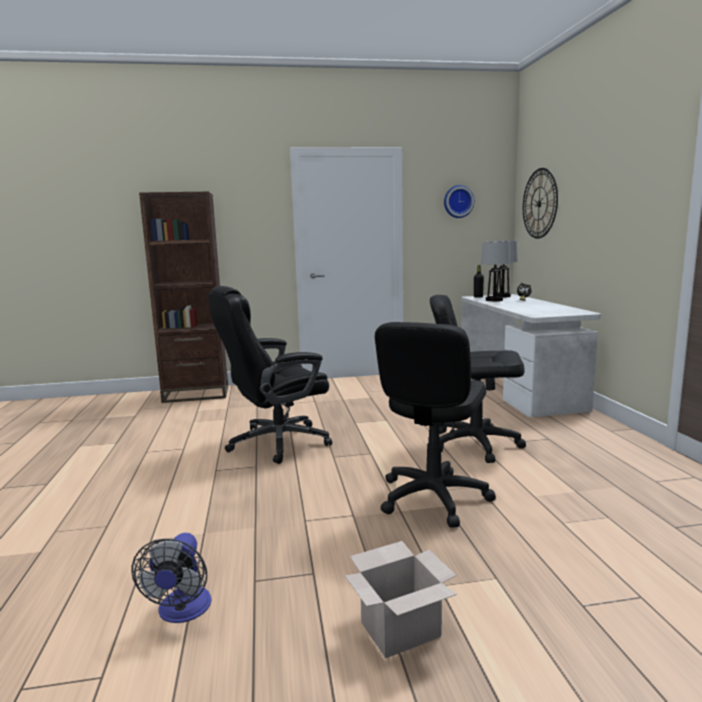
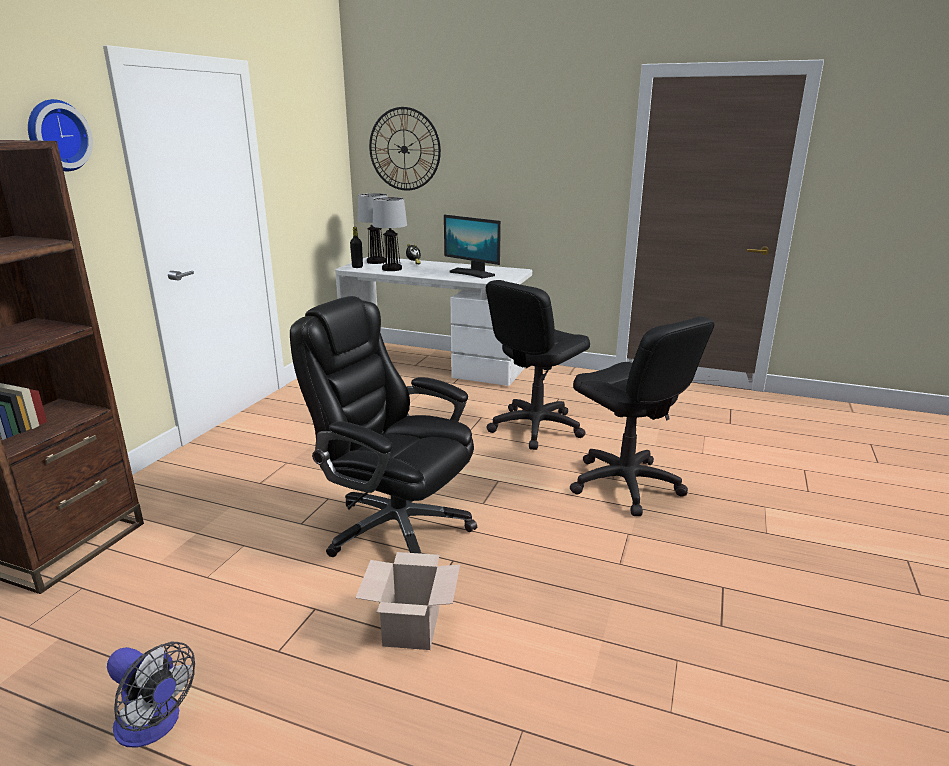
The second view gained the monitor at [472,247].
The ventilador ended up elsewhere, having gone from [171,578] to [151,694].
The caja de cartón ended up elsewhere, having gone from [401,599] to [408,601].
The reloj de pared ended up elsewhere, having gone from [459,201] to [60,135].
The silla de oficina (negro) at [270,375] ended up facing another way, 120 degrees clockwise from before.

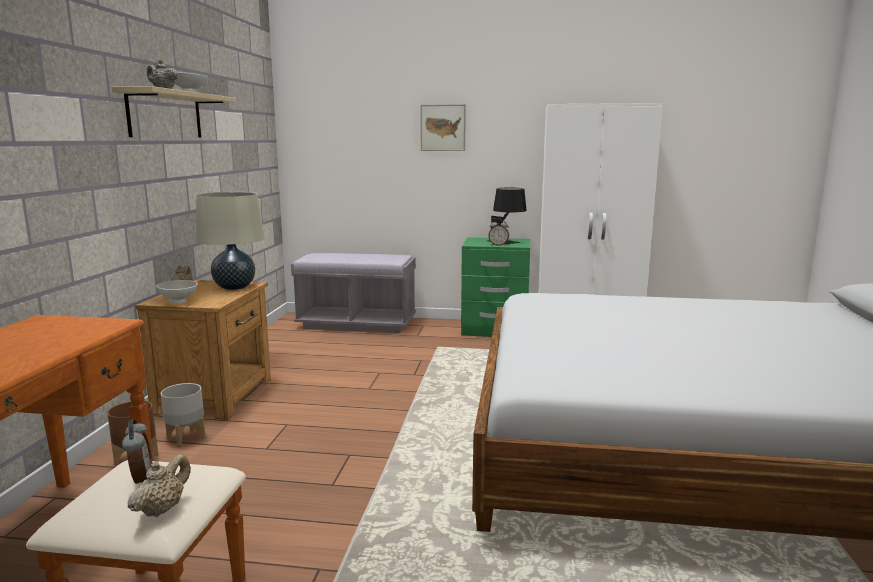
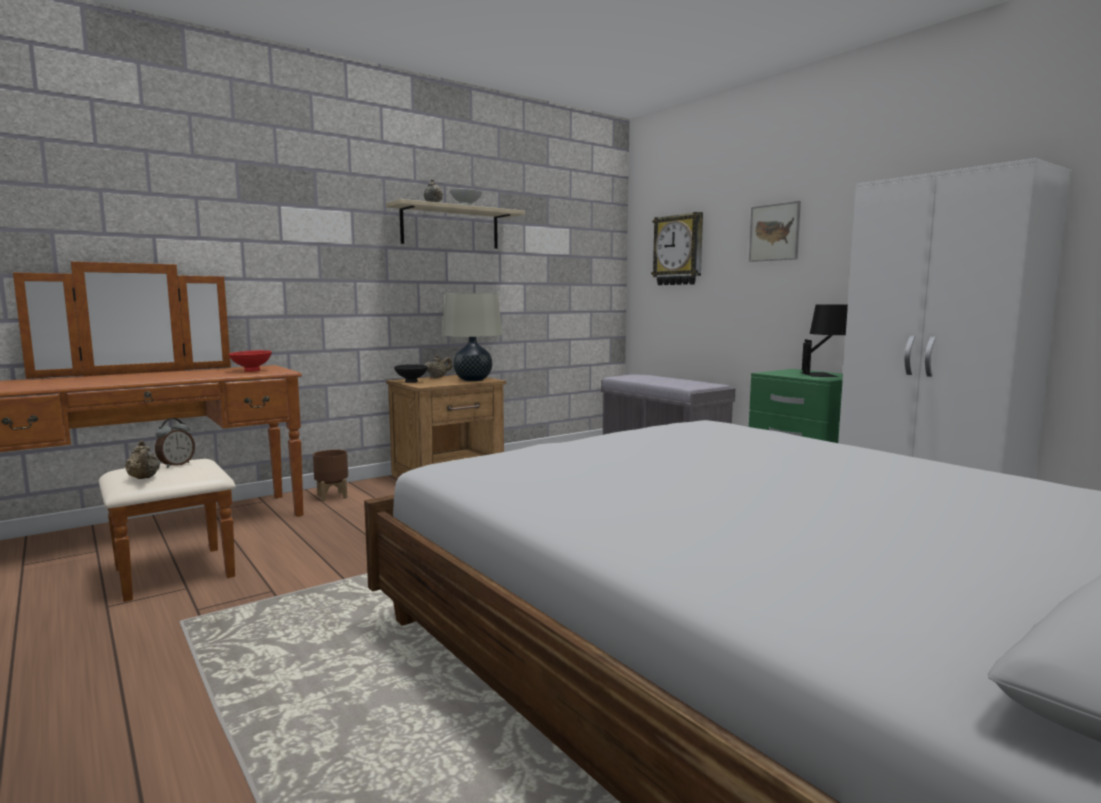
The second view lost the maceta (gris) at [183,415].
The second view lost the despertador at [498,232].
The second view gained the cuenco (rojo) at [250,361].
The second view gained the reloj de pared at [677,248].
What was the cuenco (blanco) at [177,292] turned into the cuenco (negro) at [411,373].
The tetera (beis) at [159,485] ended up facing another way, 75 degrees clockwise from before.

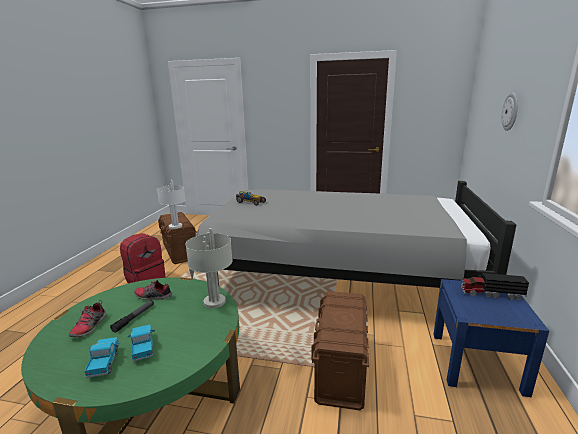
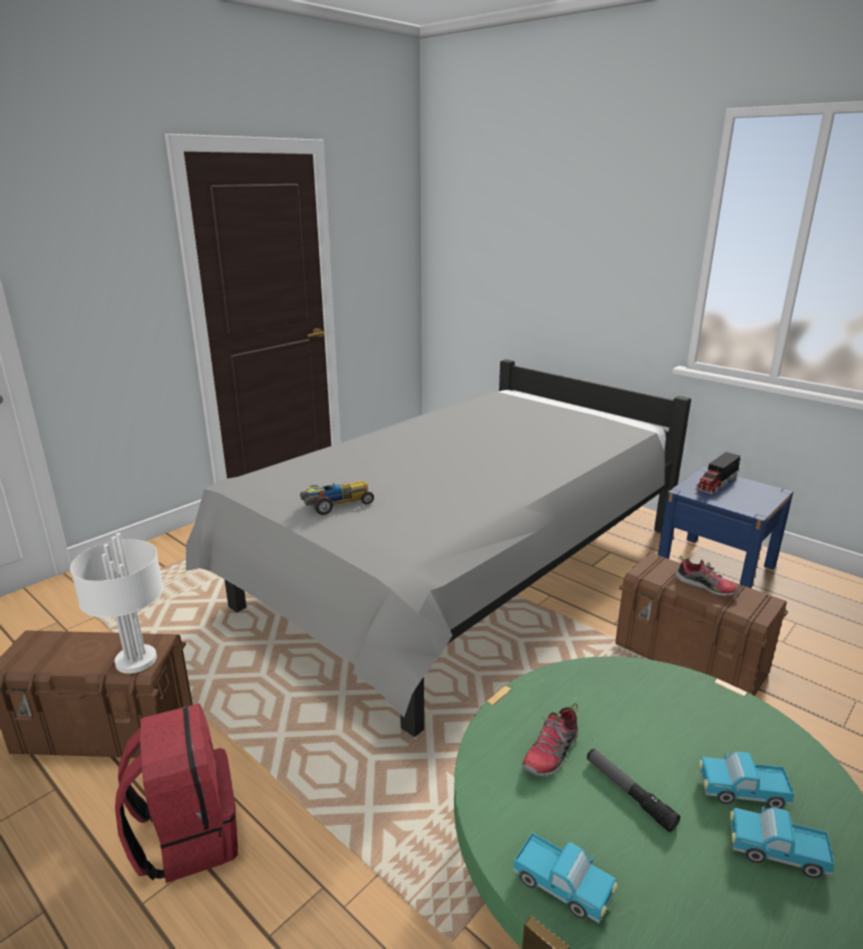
The second view lost the lámpara de mesa (gris) at [209,268].
The second view lost the reloj de pared at [510,112].
The second view gained the camión de juguete at [565,877].
The zapato ended up elsewhere, having gone from [87,318] to [707,575].

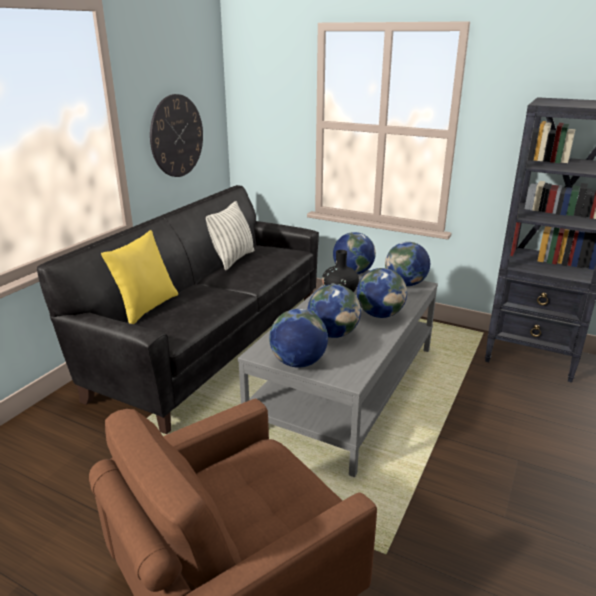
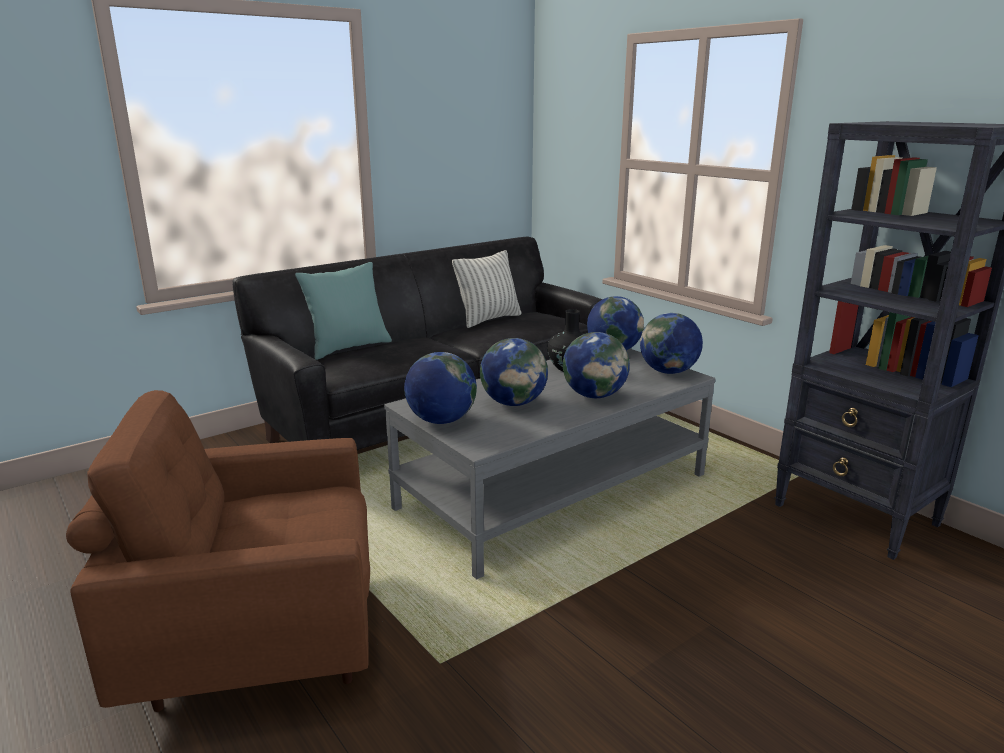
The second view lost the reloj de pared at [176,135].
What was the cojín (amarillo) at [139,277] turned into the cojín (turquesa) at [343,311].

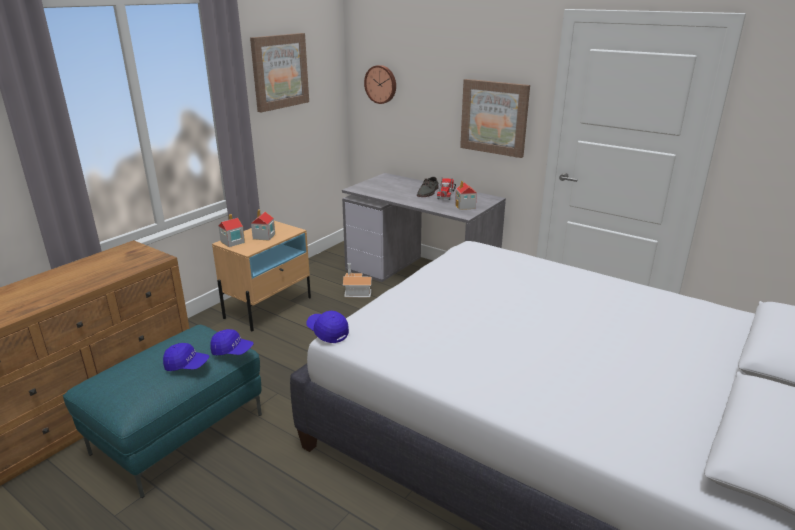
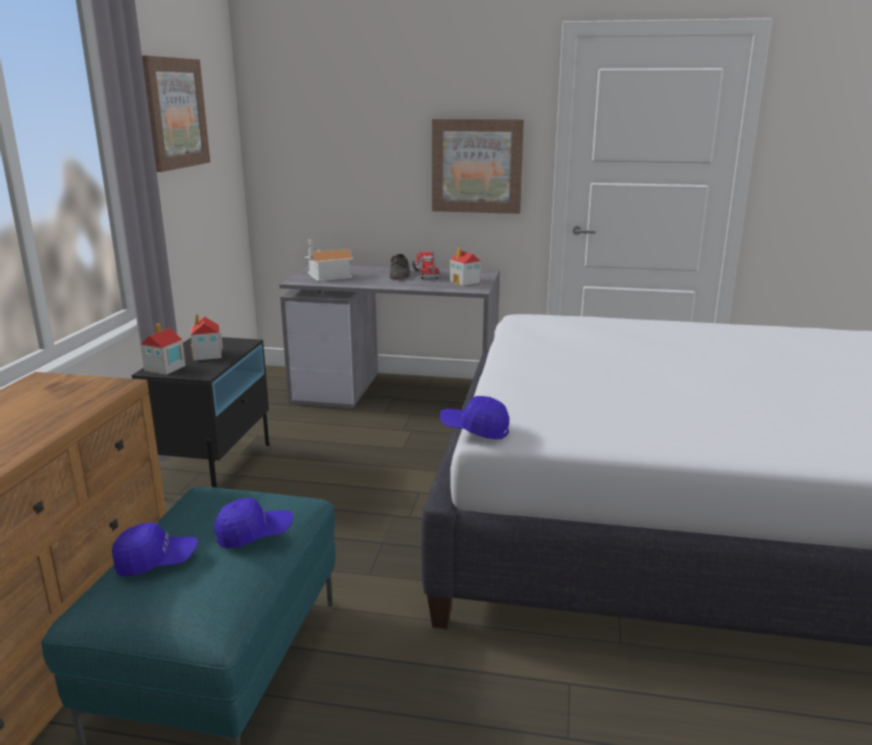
The second view lost the reloj de pared at [380,84].
The gorra (azul) ended up elsewhere, having gone from [232,342] to [155,549].
The casita ended up elsewhere, having gone from [357,280] to [329,260].
What was the mesita de noche (beis) at [261,276] turned into the mesita de noche (negro) at [200,412].

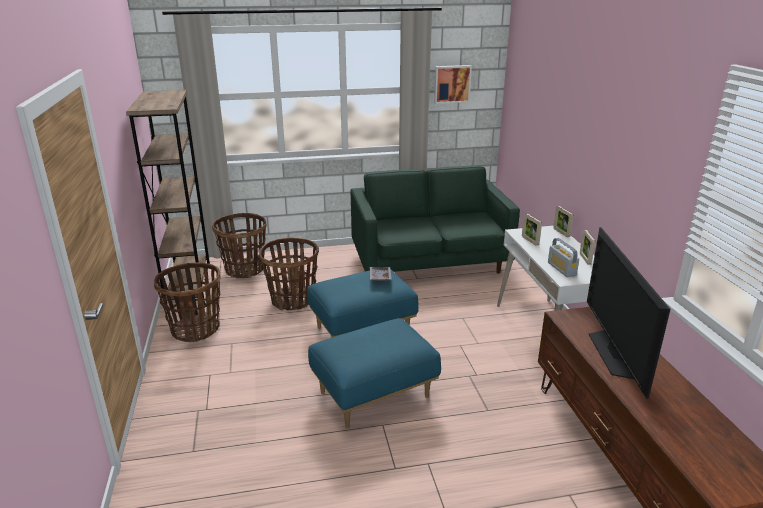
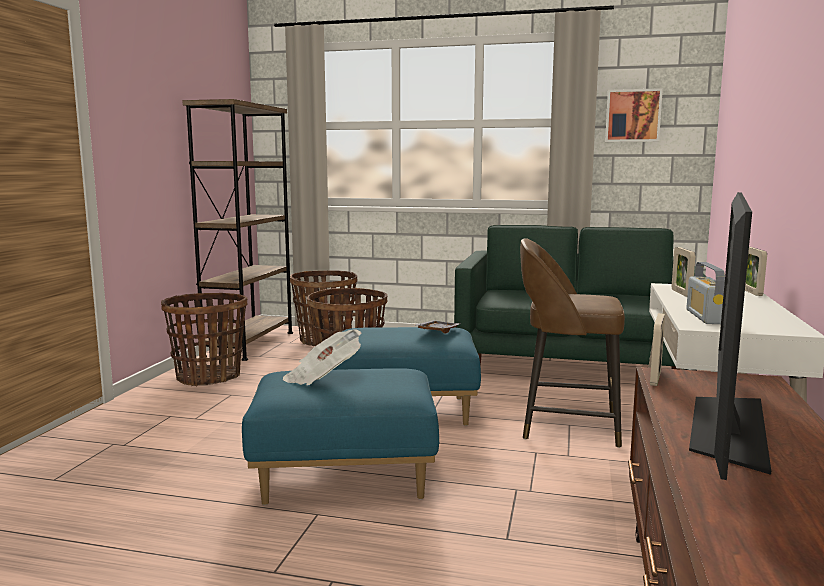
The second view gained the periódico at [322,357].
The second view gained the taburete (marrón) at [572,343].
The portarretratos ended up elsewhere, having gone from [587,247] to [657,349].

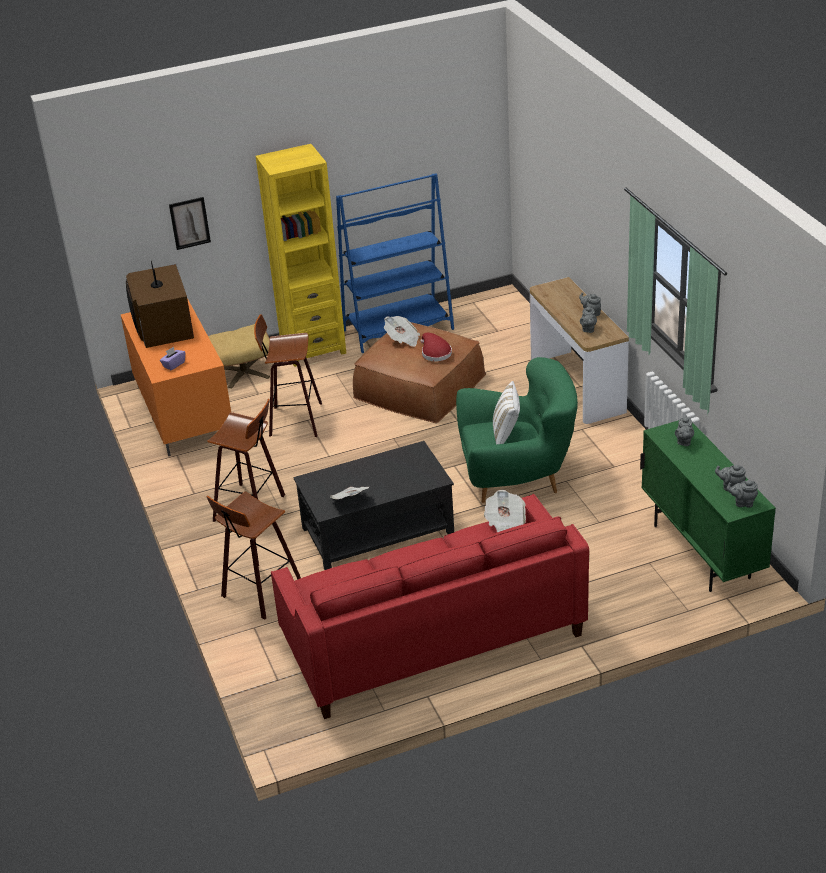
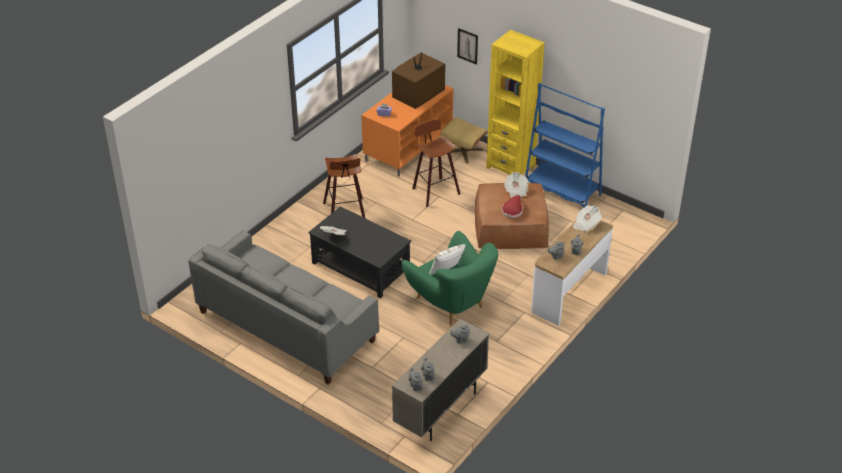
The second view lost the taburete at [253,556].
The periódico ended up elsewhere, having gone from [505,511] to [587,219].
What was the sofá (rojo) at [430,606] turned into the sofá (gris) at [283,307].
What was the armario (verde) at [708,506] turned into the armario (beis) at [440,380].

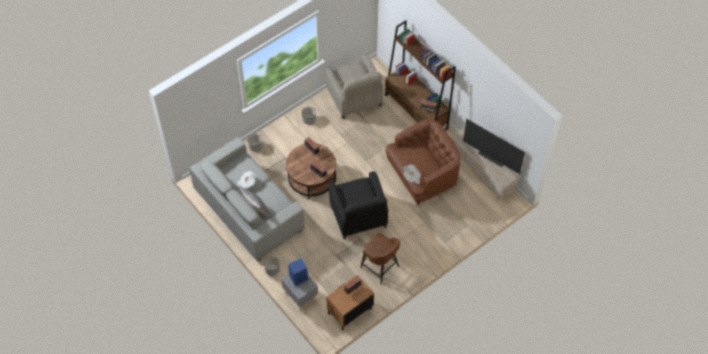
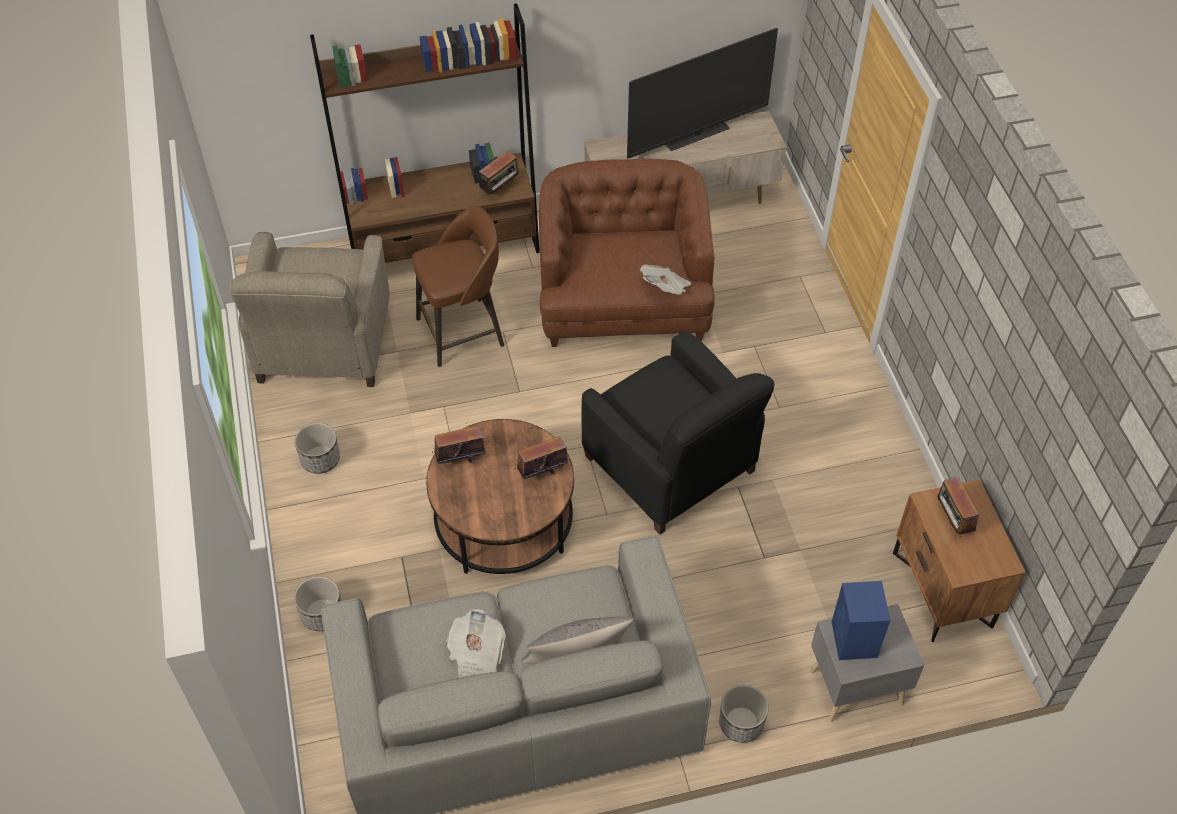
The taburete (marrón) ended up elsewhere, having gone from [380,258] to [458,286].
The sillón (beis) at [354,86] ended up facing another way, 90 degrees clockwise from before.
The sillón (negro) at [358,205] ended up facing another way, 45 degrees clockwise from before.

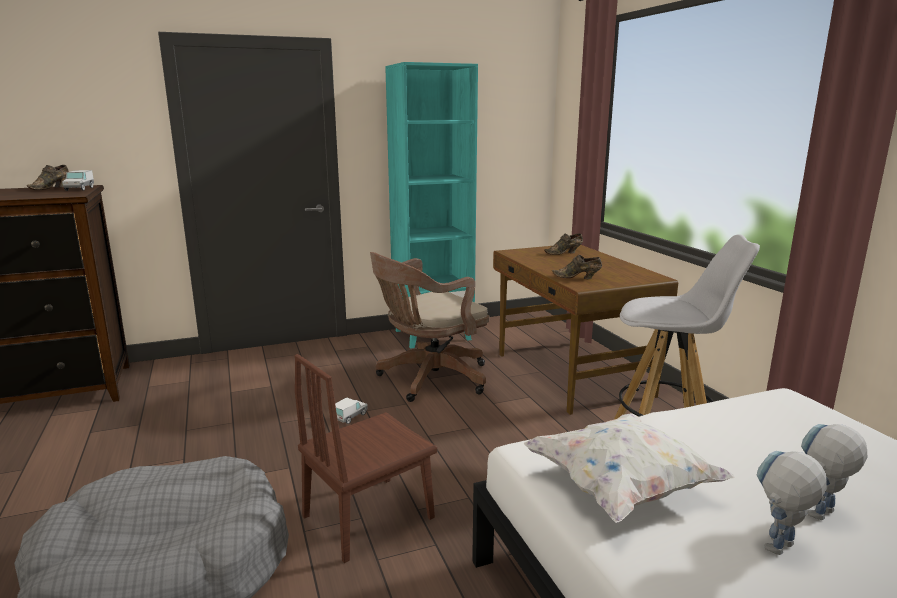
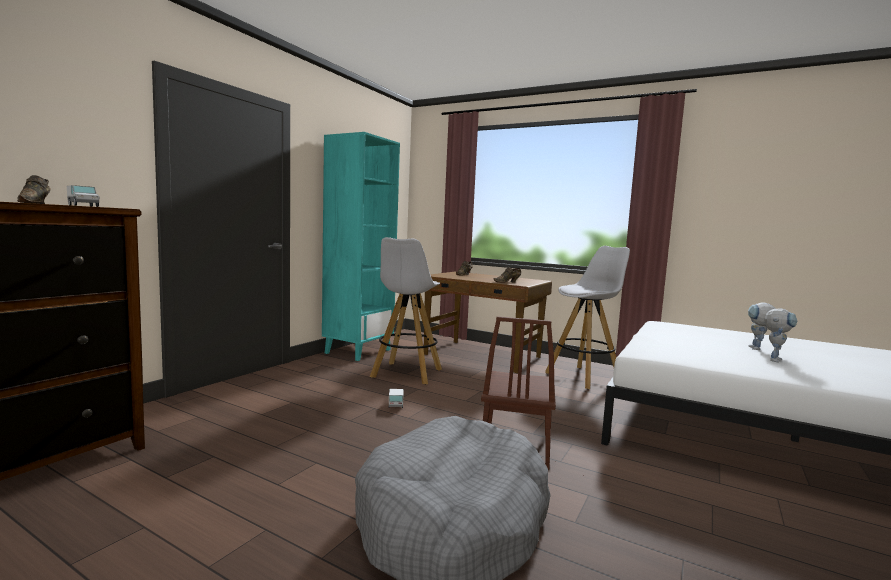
The second view lost the cojín (blanco) at [629,468].
Where the silla de oficina (marrón) stood at [430,327], the taburete (blanco) came to stand at [406,311].
The robot de juguete at [792,503] ended up facing another way, 150 degrees counterclockwise from before.

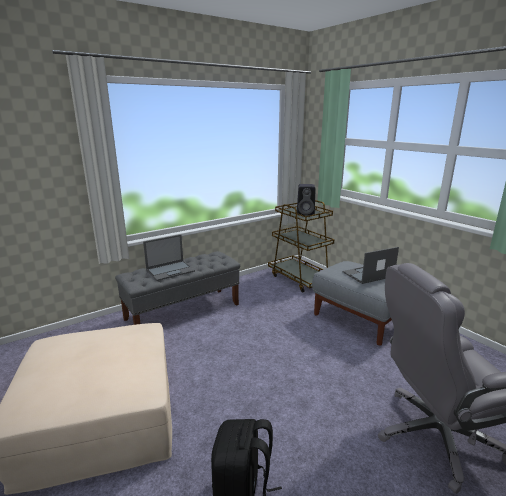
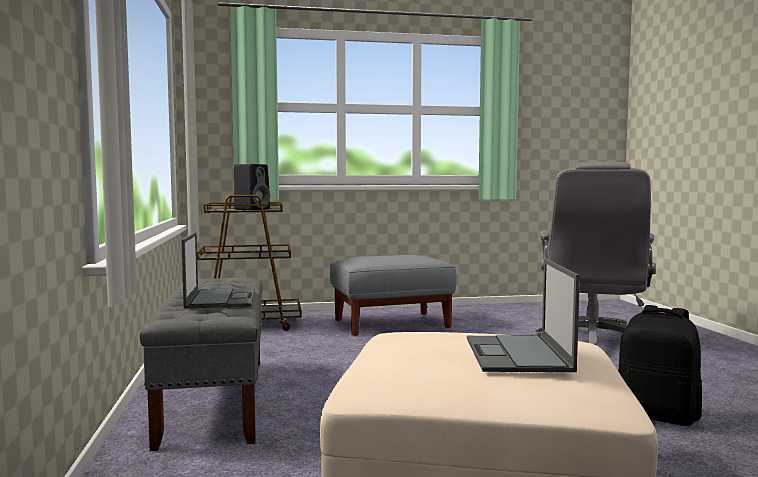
The portátil ended up elsewhere, having gone from [371,265] to [523,315].

